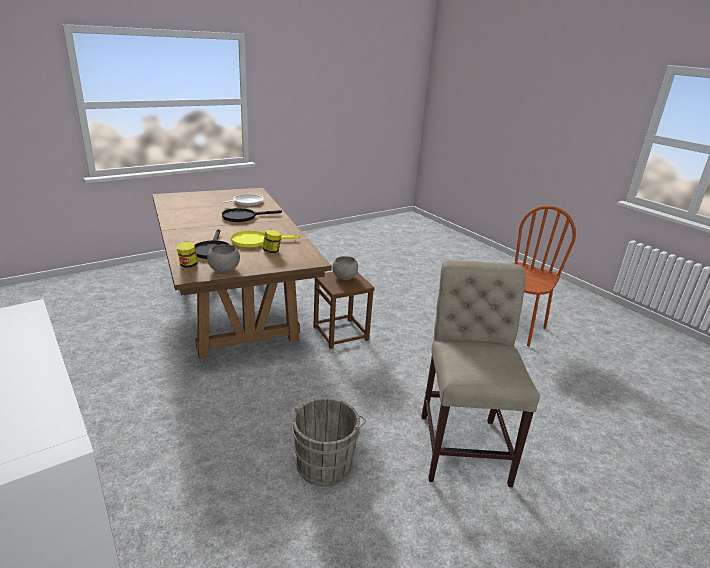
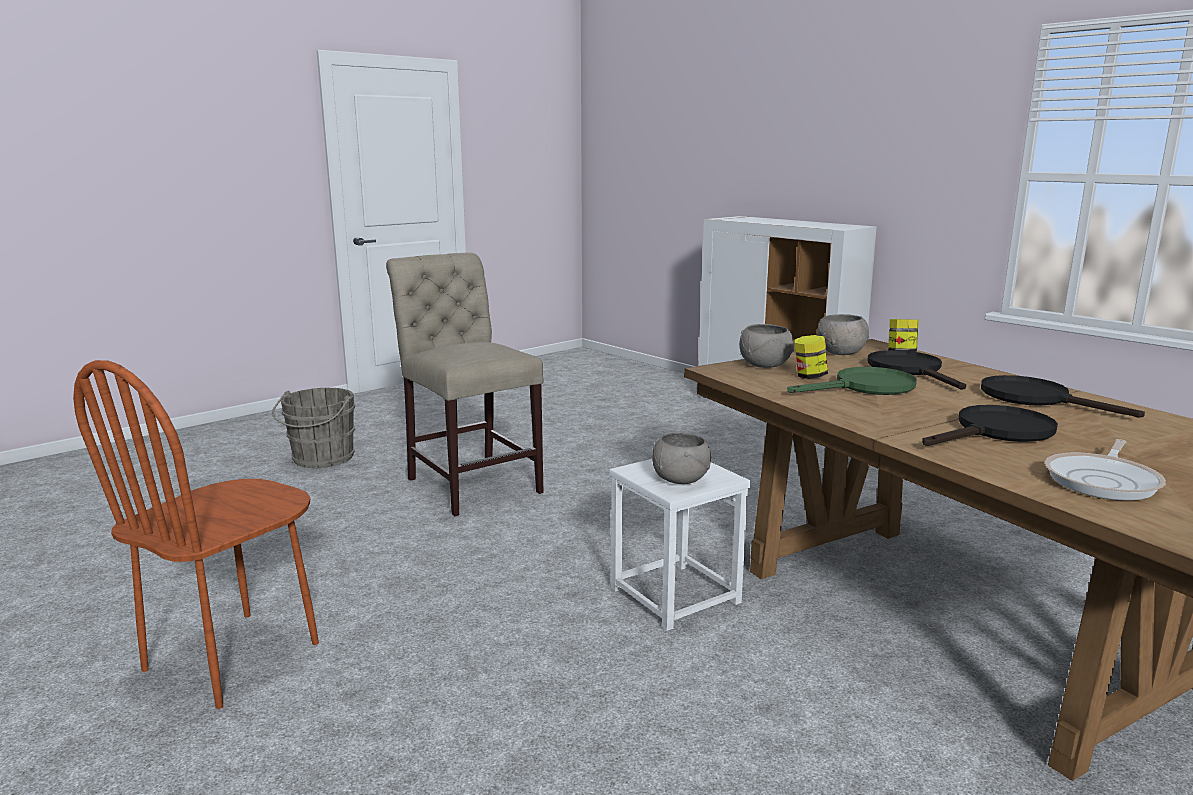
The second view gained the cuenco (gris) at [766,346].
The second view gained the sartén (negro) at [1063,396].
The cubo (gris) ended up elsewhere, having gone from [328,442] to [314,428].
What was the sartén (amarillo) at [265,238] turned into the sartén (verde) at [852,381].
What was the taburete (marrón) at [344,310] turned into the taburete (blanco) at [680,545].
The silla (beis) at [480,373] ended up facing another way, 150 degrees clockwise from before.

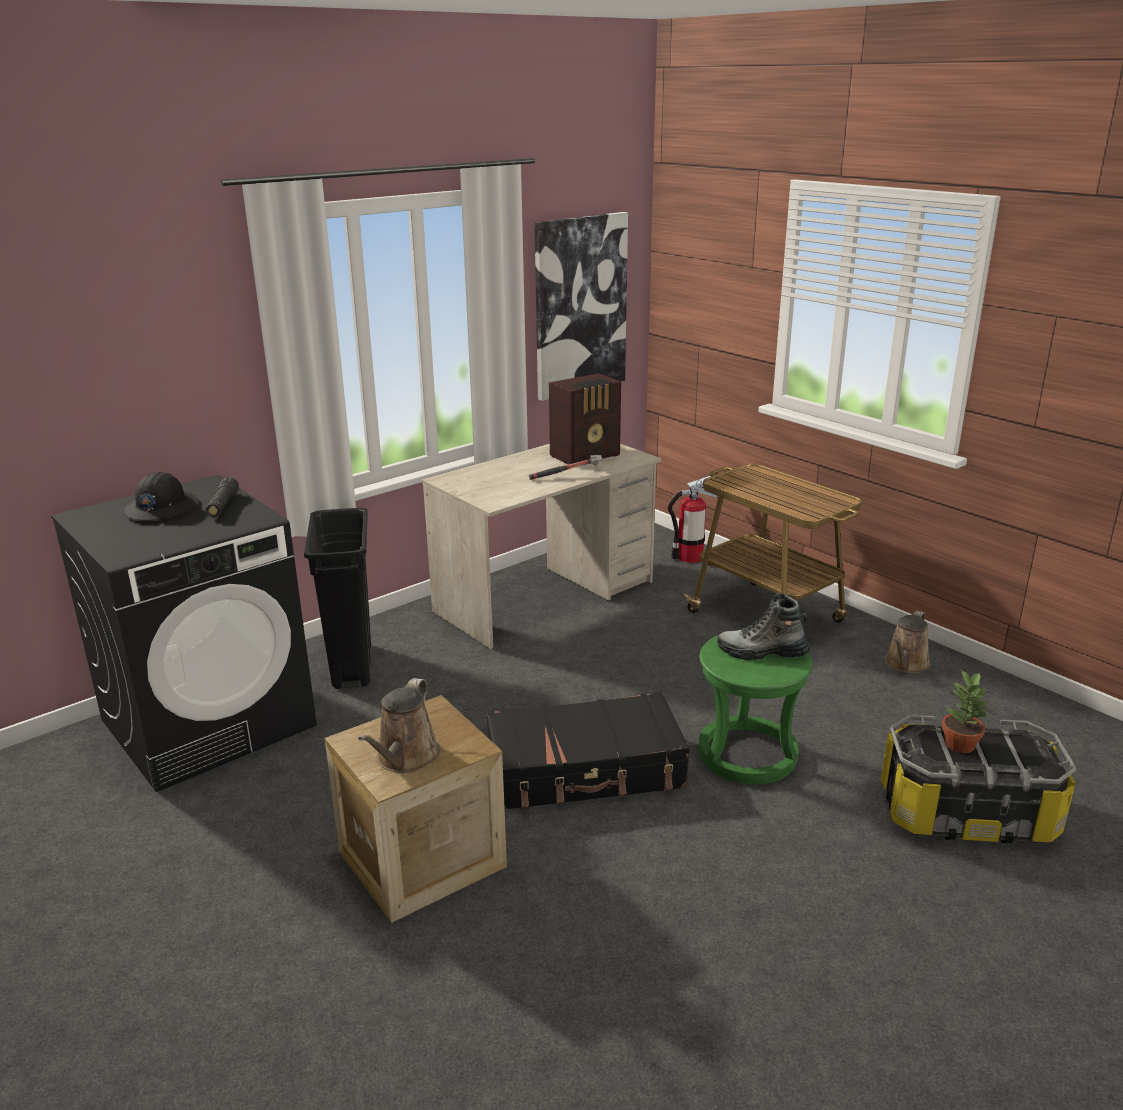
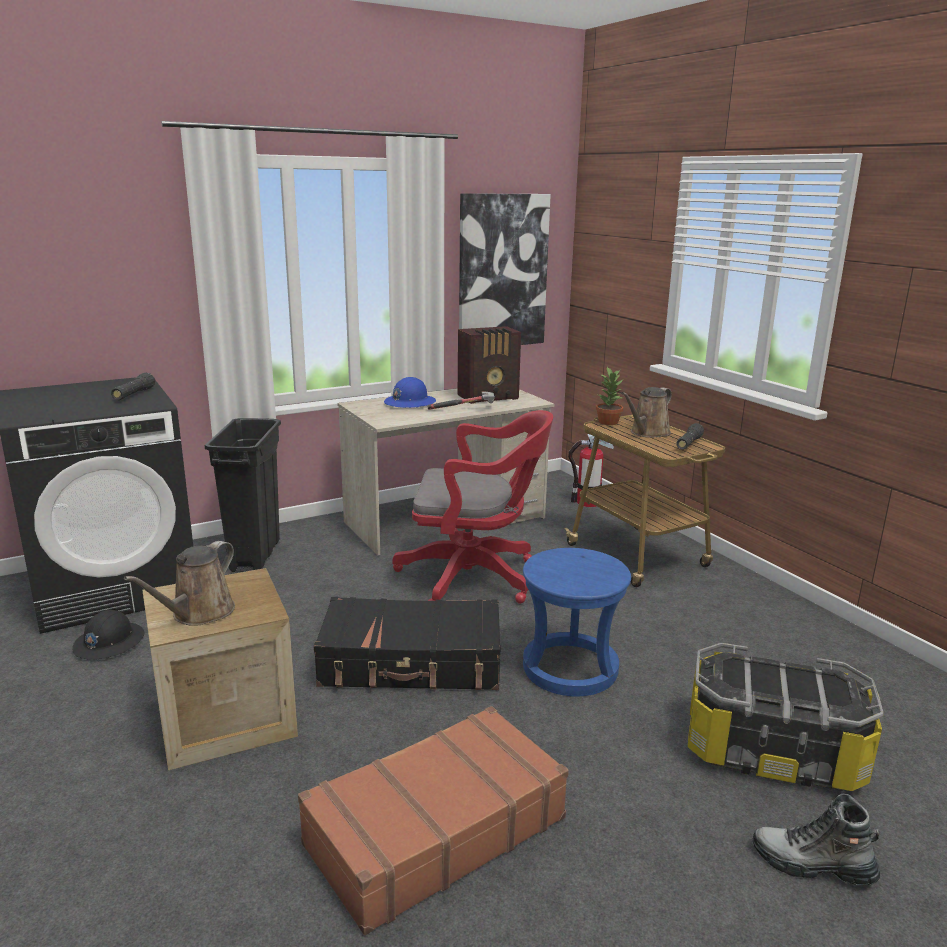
The second view gained the maleta (marrón) at [433,820].
The second view gained the casco (azul) at [410,392].
The second view gained the silla de oficina (rojo) at [472,507].
The second view gained the linterna (negro) at [690,436].
The casco (negro) ended up elsewhere, having gone from [161,496] to [109,635].
The bota ended up elsewhere, having gone from [763,626] to [816,839].
The regadera (marrón) ended up elsewhere, having gone from [907,642] to [646,412].
The planta en maceta ended up elsewhere, having gone from [966,711] to [609,396].
What was the taburete (verde) at [755,710] turned into the taburete (azul) at [577,622].

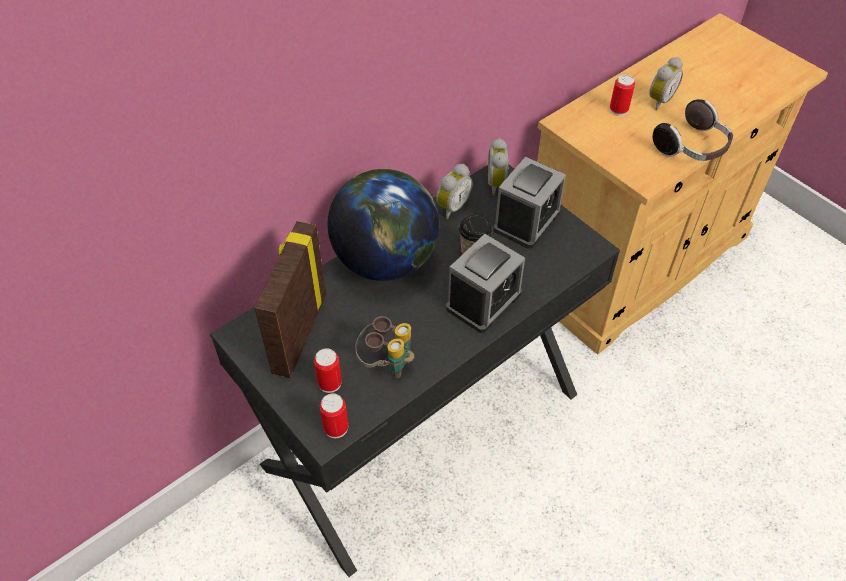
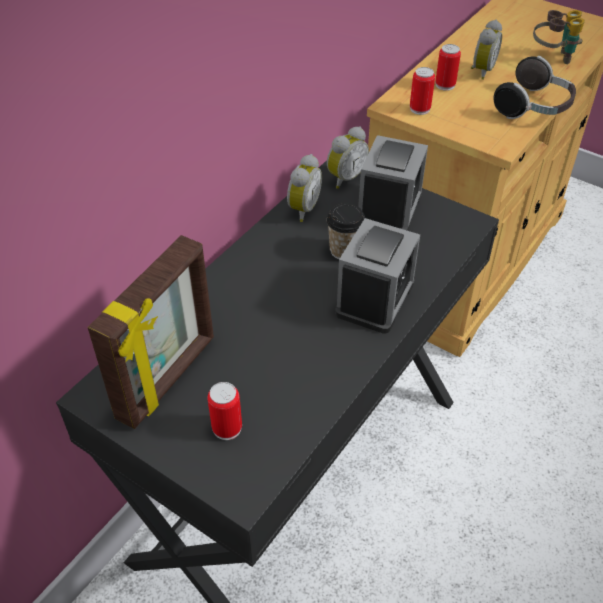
The second view lost the globo terráqueo at [383,225].
The lata ended up elsewhere, having gone from [334,416] to [422,91].
The prismáticos ended up elsewhere, having gone from [384,347] to [559,37].
The portarretratos at [290,299] ended up facing another way, 150 degrees counterclockwise from before.
The despertador at [498,166] ended up facing another way, 120 degrees counterclockwise from before.

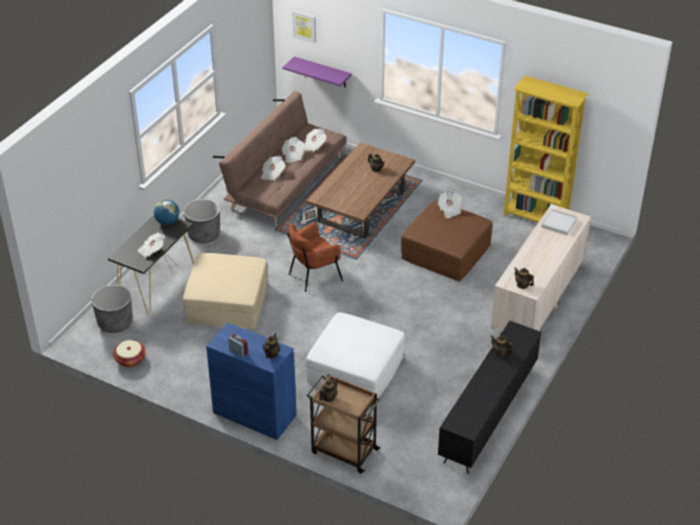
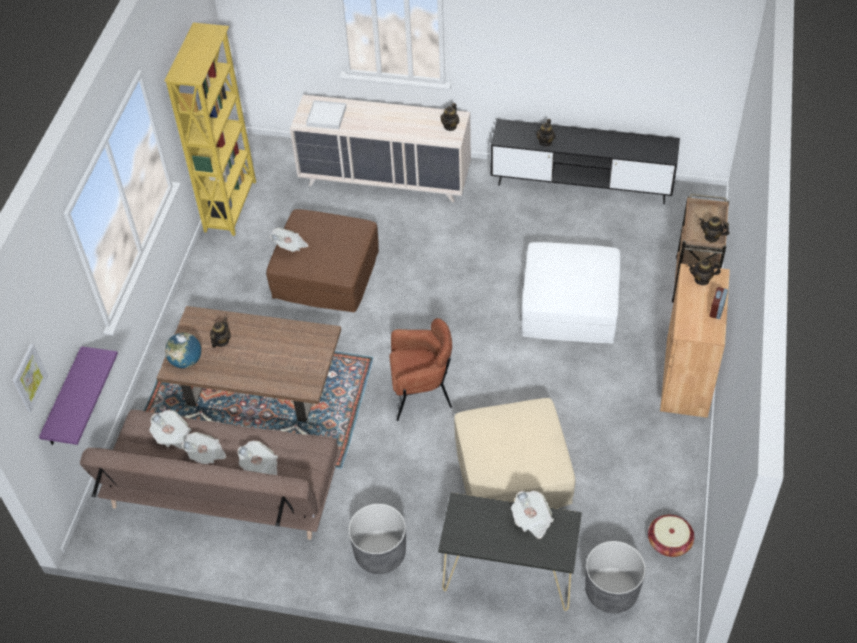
The globo terráqueo ended up elsewhere, having gone from [166,212] to [183,350].
What was the armario (azul) at [251,381] turned into the armario (marrón) at [695,341].
The sillón (marrón) at [315,257] ended up facing another way, 45 degrees counterclockwise from before.

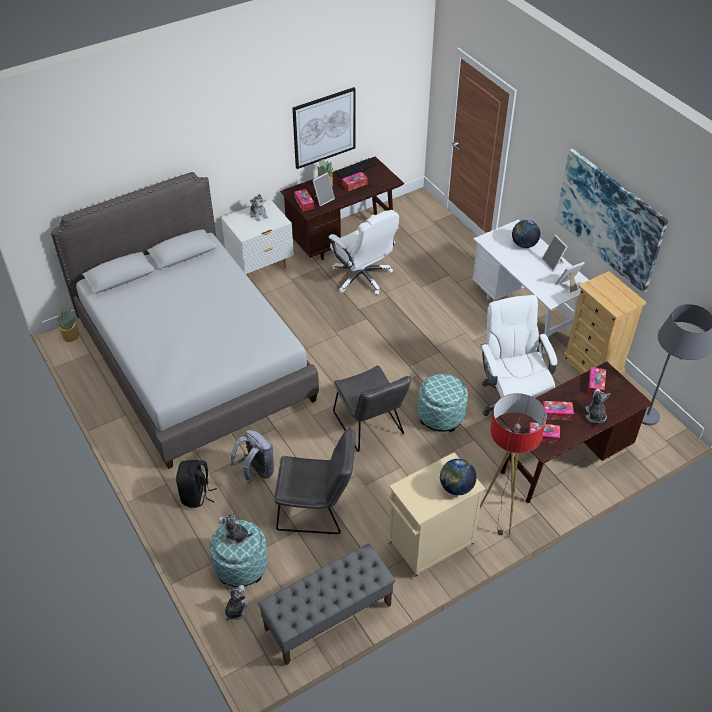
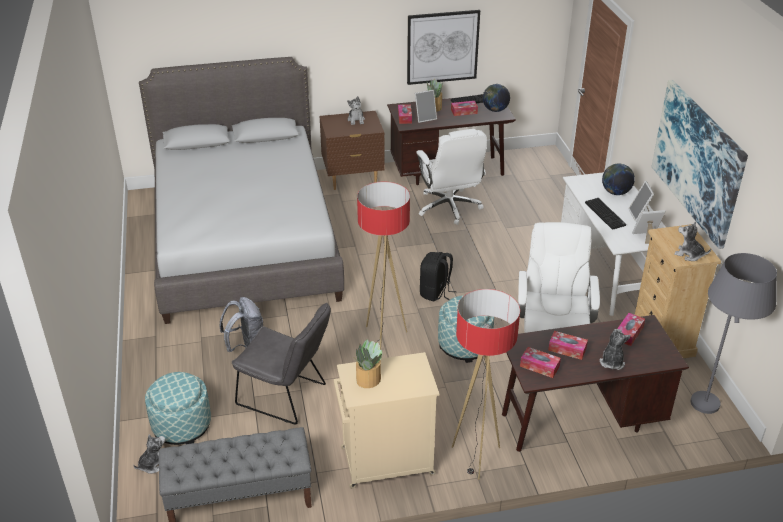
The second view gained the teclado at [605,214].
The planta en maceta ended up elsewhere, having gone from [68,326] to [367,363].
The mochila (negro) ended up elsewhere, having gone from [196,484] to [438,277].
The peluche ended up elsewhere, having gone from [235,528] to [692,241].
The globo terráqueo ended up elsewhere, having gone from [458,477] to [496,98].
Where the silla (gris) stood at [372,409], the lámpara de pie came to stand at [383,266].
What was the mesita de noche (blanco) at [257,239] turned into the mesita de noche (marrón) at [352,150].

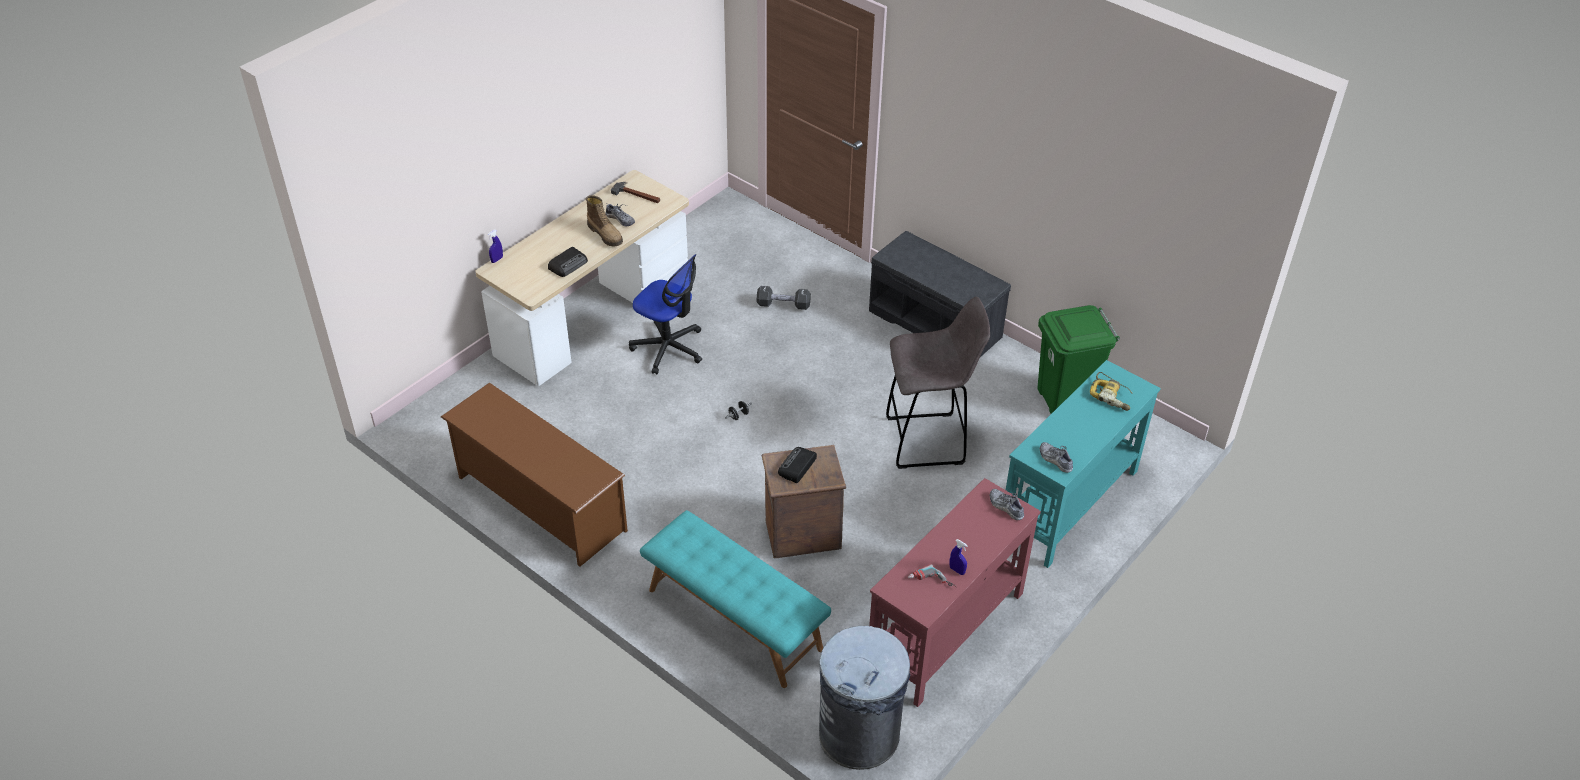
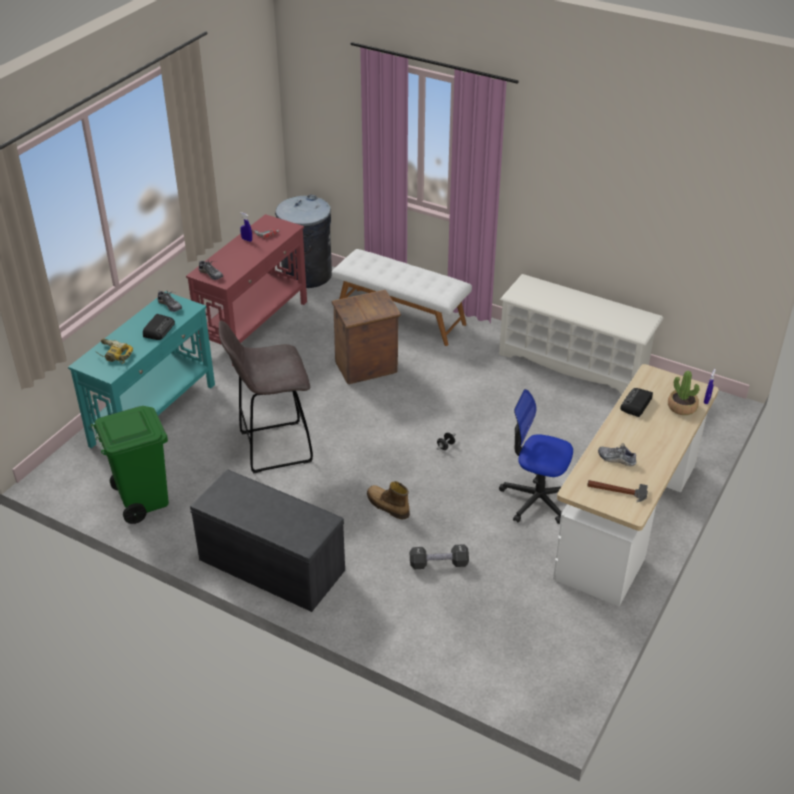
The second view gained the planta en maceta at [684,393].
The bota ended up elsewhere, having gone from [604,221] to [388,500].
The radio ended up elsewhere, having gone from [797,465] to [159,327].
What was the zapatero (marrón) at [534,475] turned into the zapatero (blanco) at [581,334].
What was the banco (turquesa) at [735,599] turned into the banco (blanco) at [402,297].

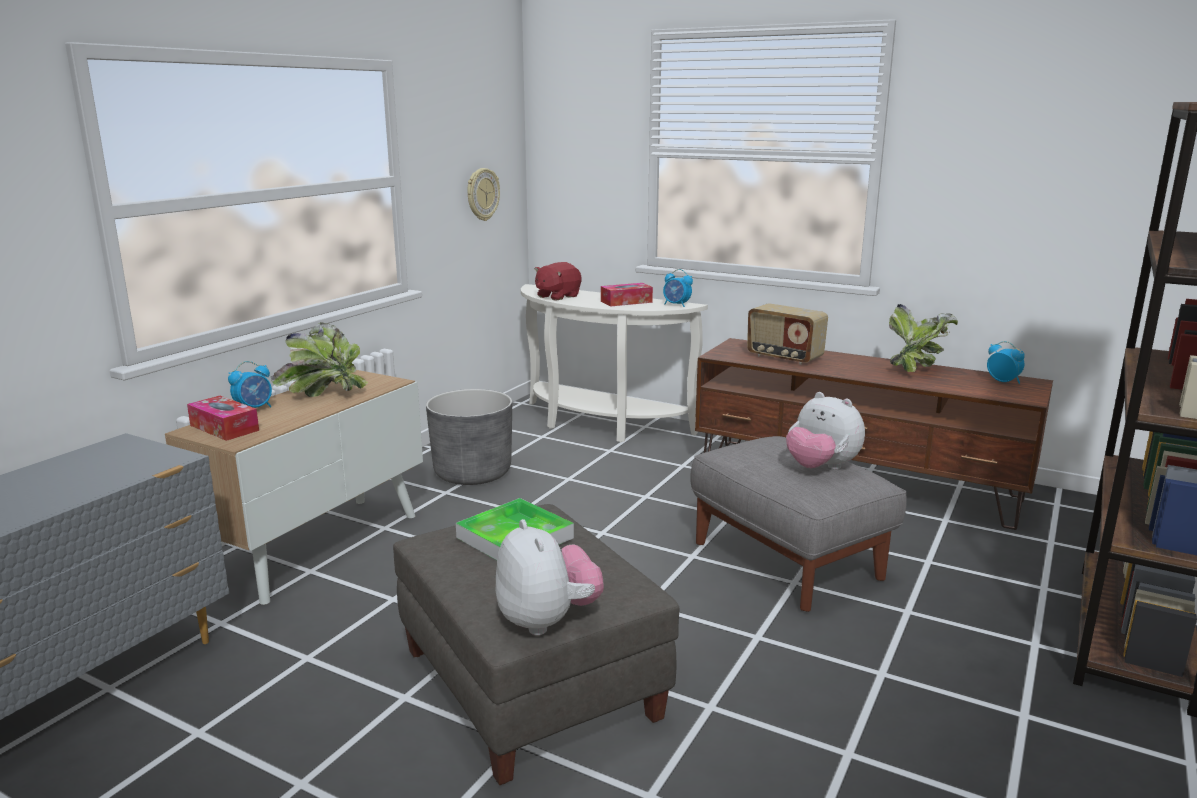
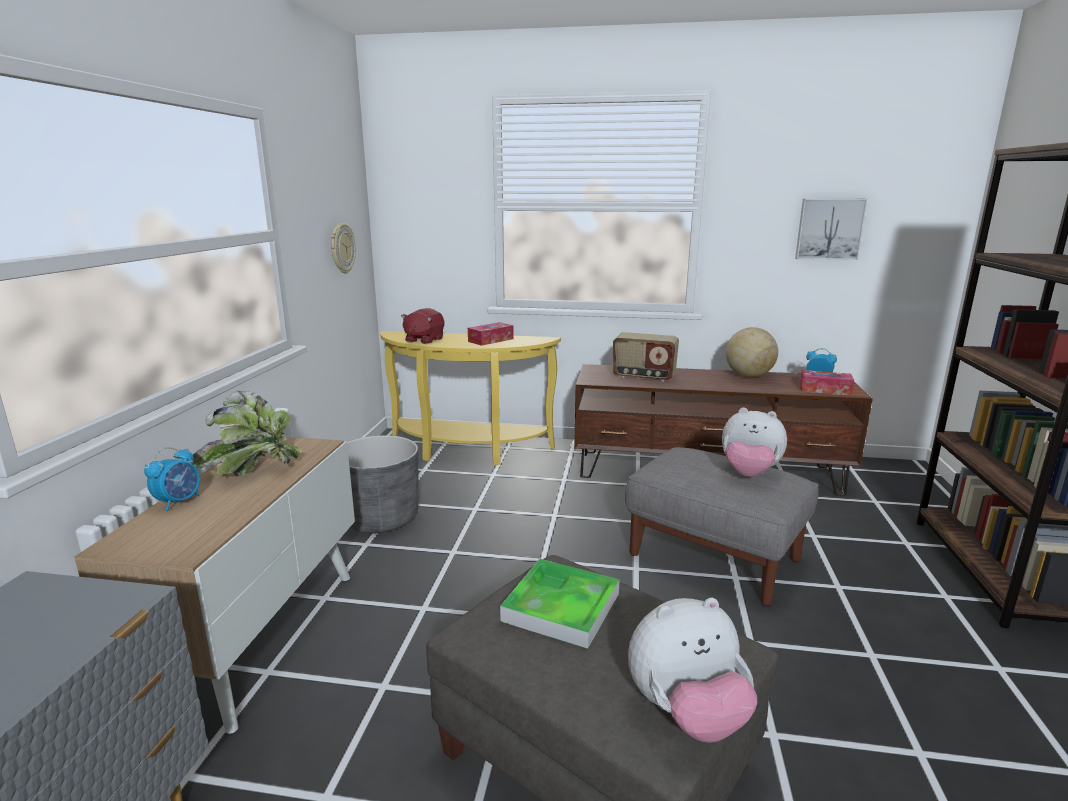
The second view lost the despertador at [678,288].
The second view gained the cuadro at [831,229].
The caja de pañuelos ended up elsewhere, having gone from [223,418] to [827,383].
Where the planta en maceta stood at [923,338], the globo terráqueo came to stand at [752,352].
What was the mesa consola (blanco) at [614,363] turned into the mesa consola (amarillo) at [470,398].
The peluche at [550,577] ended up facing another way, 120 degrees clockwise from before.

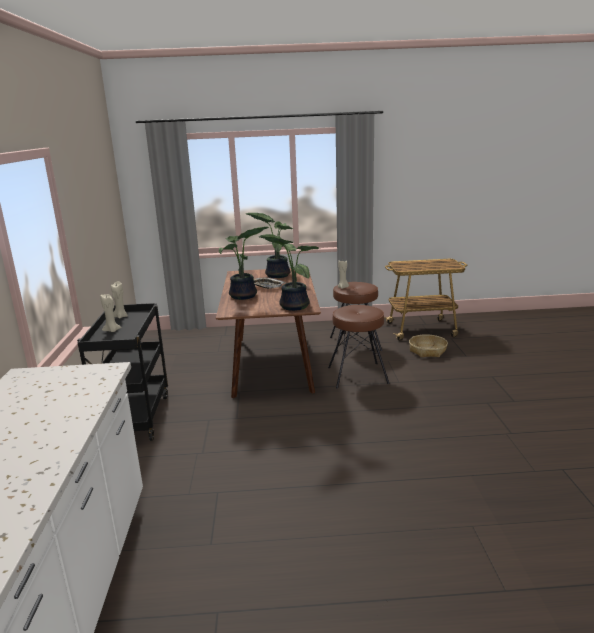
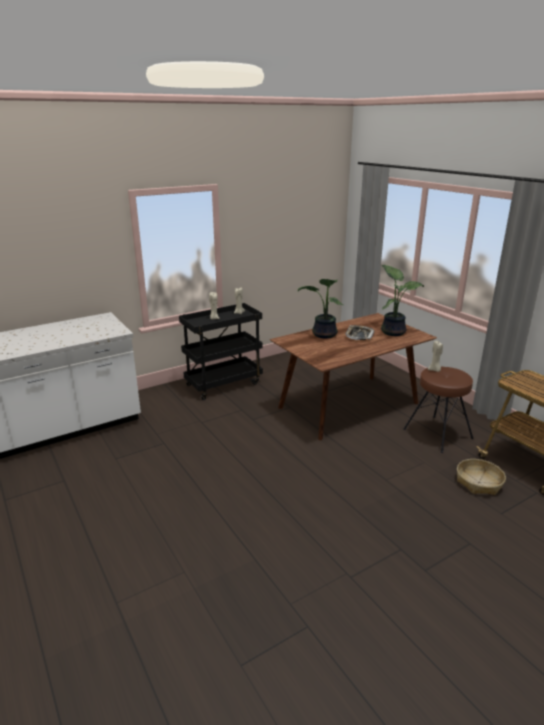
The second view lost the planta en maceta at [289,272].
The second view lost the taburete (marrón) at [359,347].

